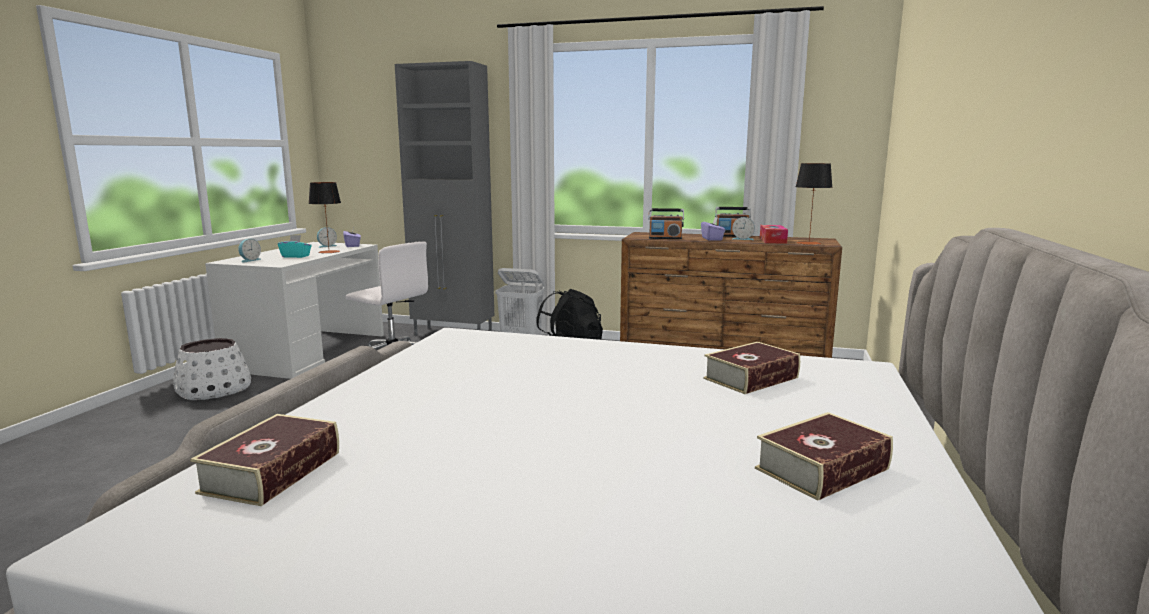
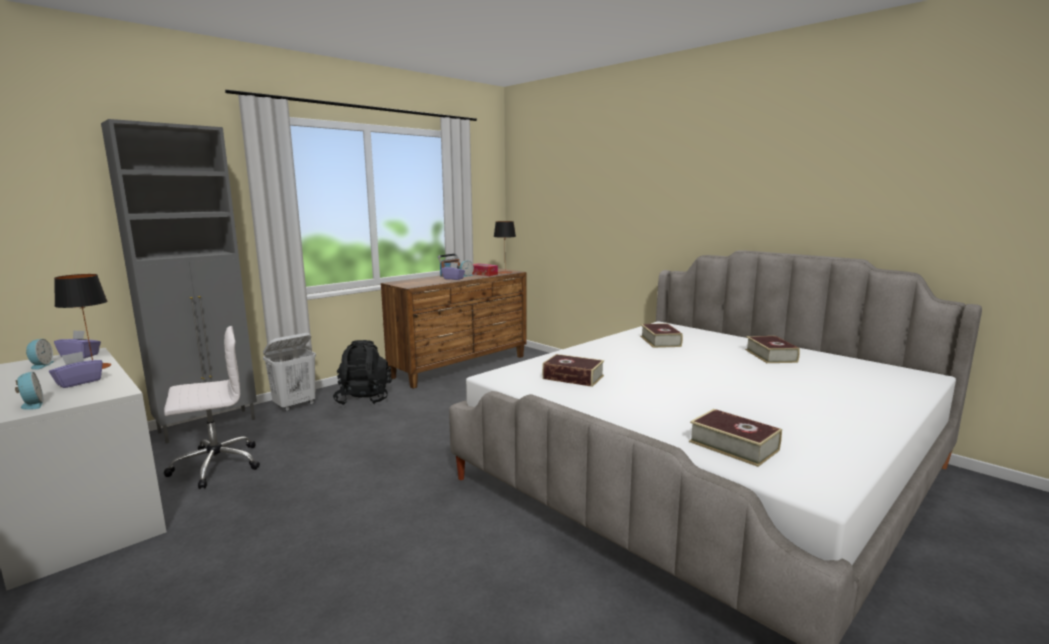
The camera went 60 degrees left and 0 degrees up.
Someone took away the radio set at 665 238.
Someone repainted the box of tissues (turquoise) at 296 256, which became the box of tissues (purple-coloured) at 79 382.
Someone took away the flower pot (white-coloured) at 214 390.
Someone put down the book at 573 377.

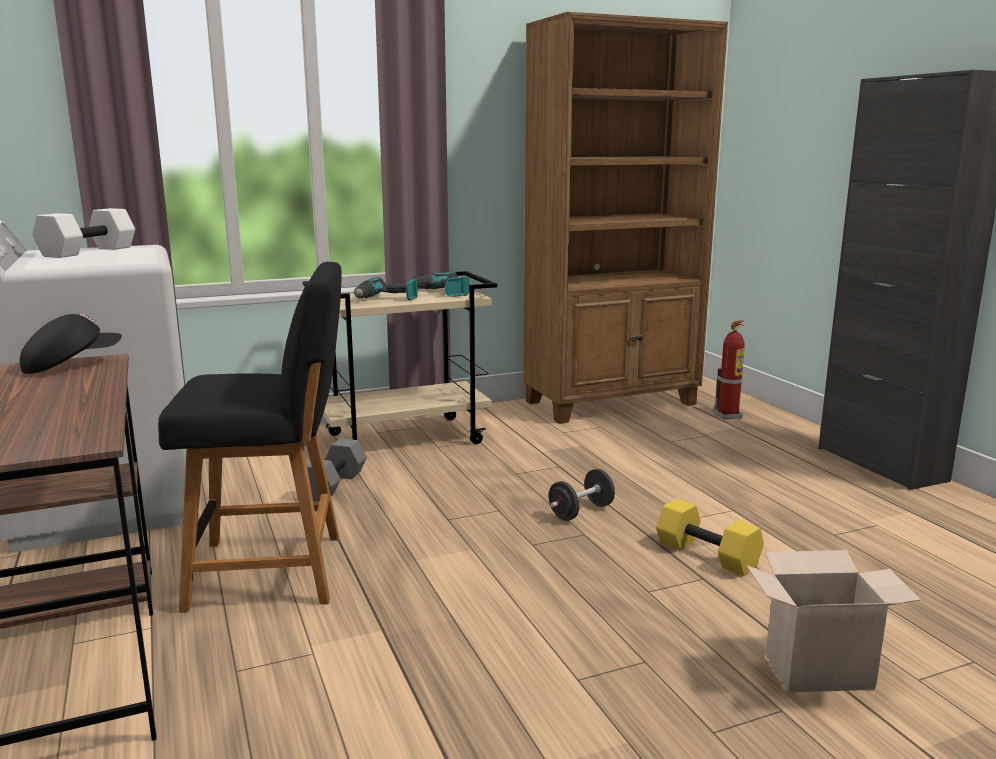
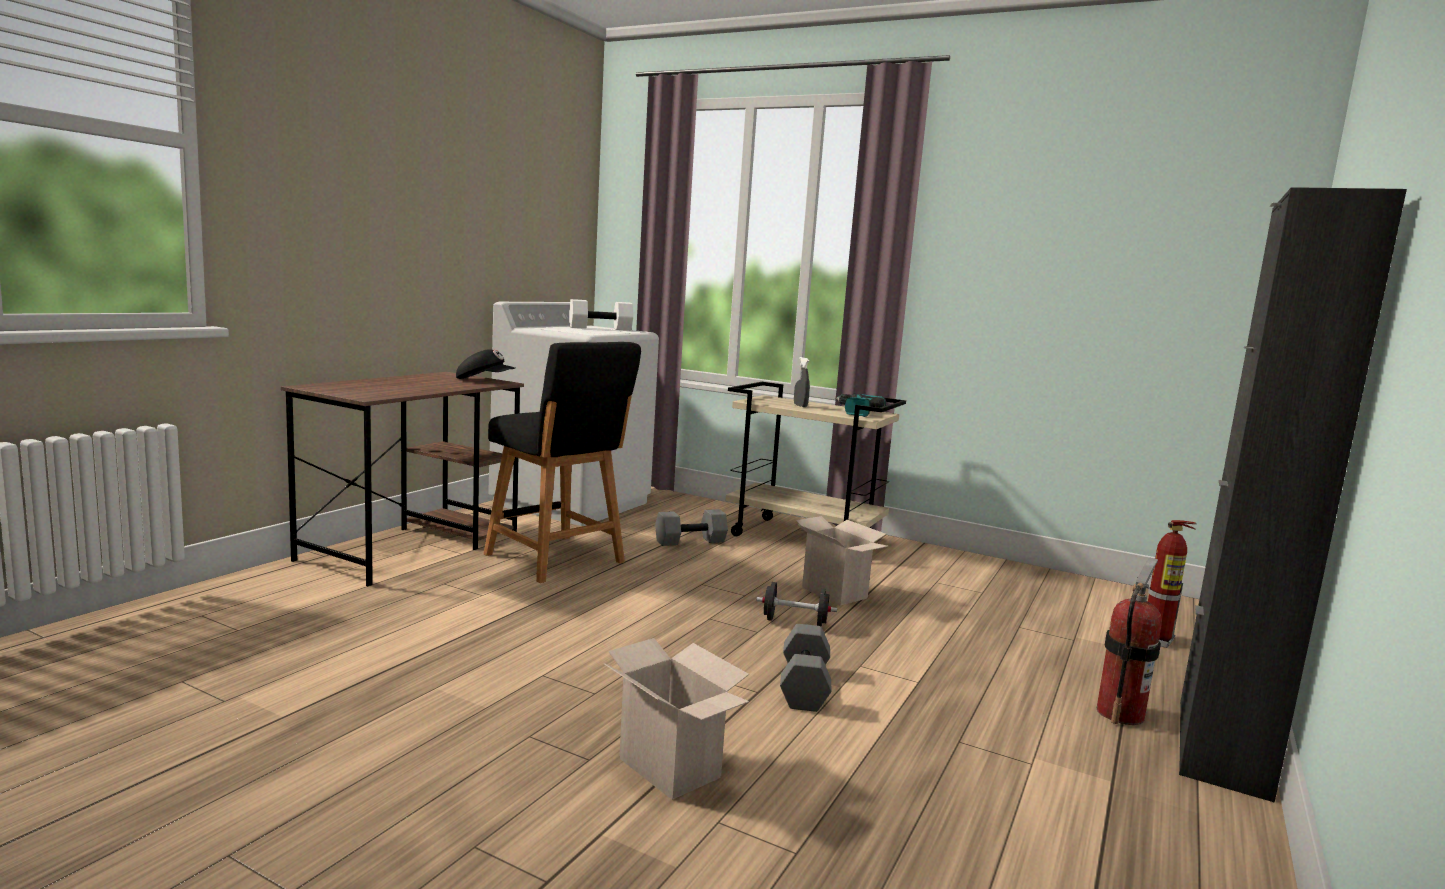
The camera went 50 degrees right and 5 degrees down.
Someone took away the bookshelf (brownish) at 612 403.
Someone swapped the drill at 386 299 for the sprayer (greyish) at 800 406.
Someone repainted the free weight (yellow-coloured) at 708 555, which became the free weight (greyish) at 806 687.
Someone put down the cardboard box at 837 593.
Someone put down the fire extinguisher at 1120 713.

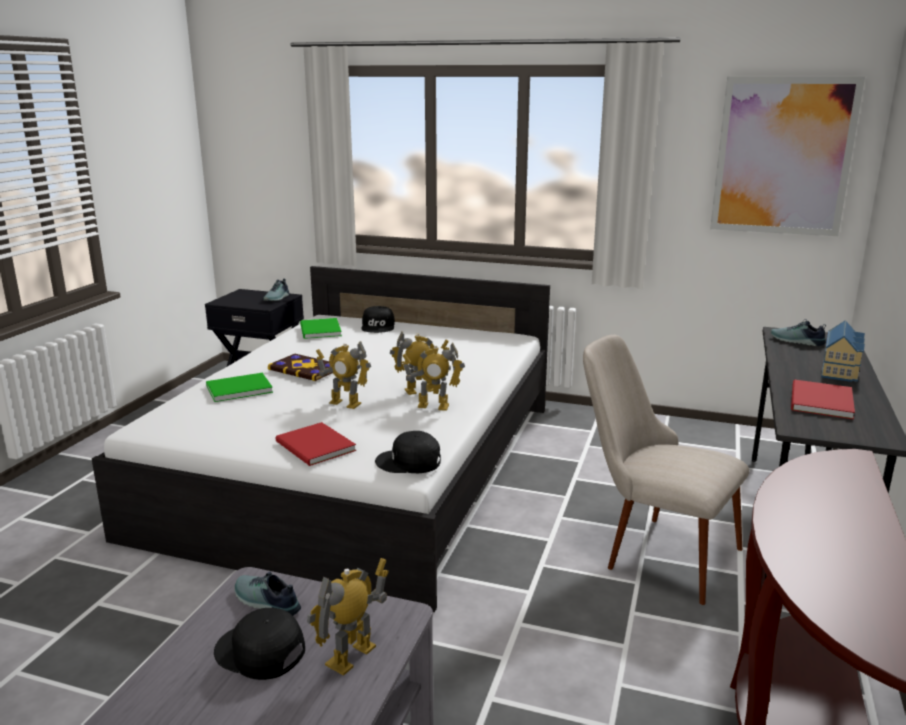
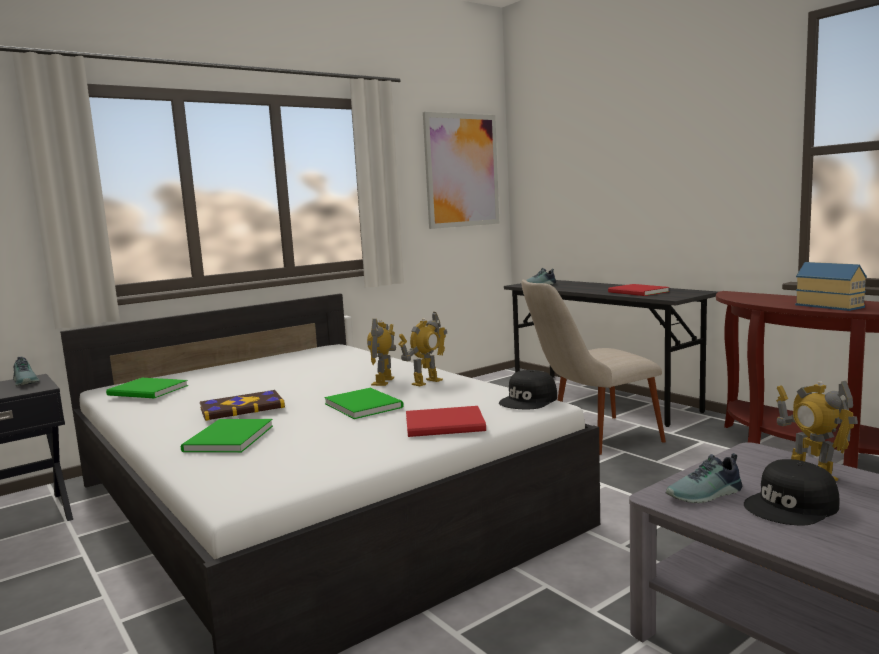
The camera went 55 degrees left and 10 degrees down.
Someone took away the cap (blackish) at 378 326.
Someone carried the model house from 841 370 to 830 305.
Someone swapped the robot figure at 345 403 for the book (green) at 364 404.

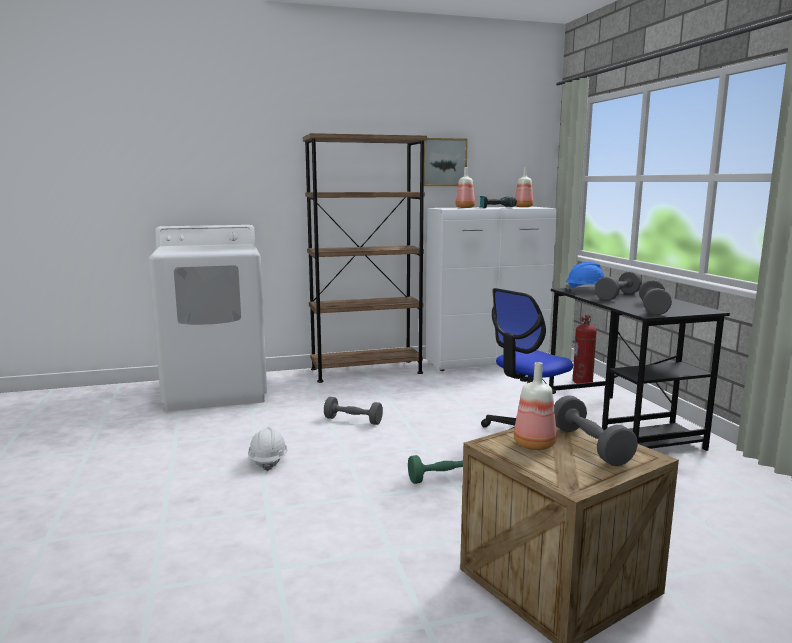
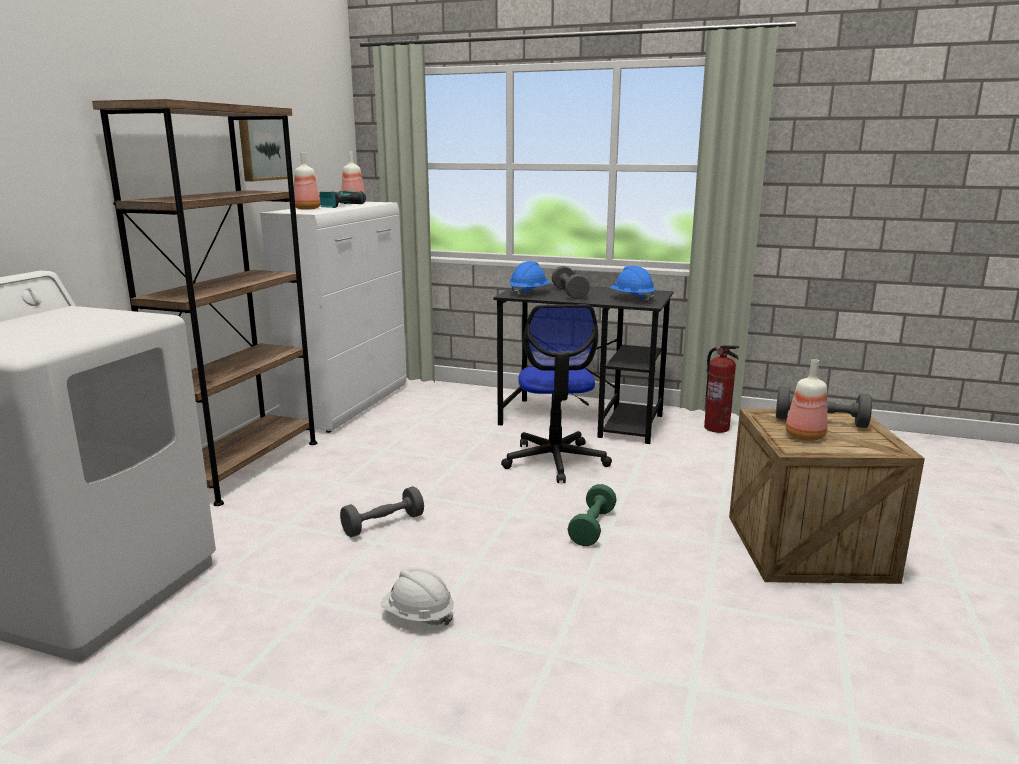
The camera went 55 degrees left and 5 degrees up.
Someone swapped the free weight (greyish) at 653 308 for the work helmet (bluish) at 631 299.
Someone carried the fire extinguisher from 583 381 to 717 428.

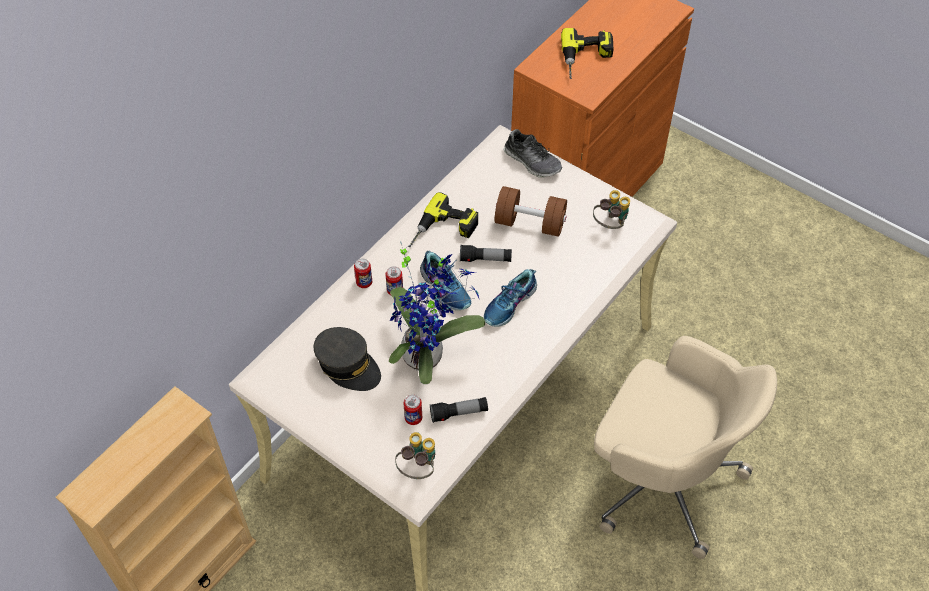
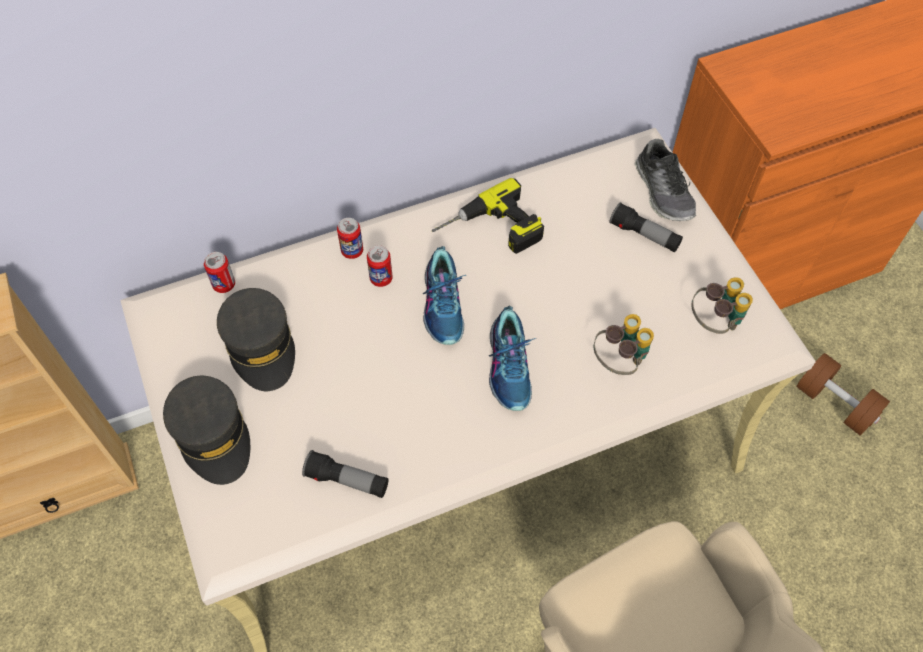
The camera went 30 degrees right and 5 degrees up.
Someone took away the drill at 586 59.
Someone carried the free weight (brownish) from 530 223 to 835 403.
Someone took away the houseplant at 427 354.
Someone carried the flashlight from 485 259 to 644 235.
Someone rotated the item of footwear at 510 305 by 75 degrees counterclockwise.
Someone carried the sealed can from 413 418 to 224 285.
Someone carried the binoculars from 418 468 to 619 361.
Someone put down the cap (greyish) at 213 435.

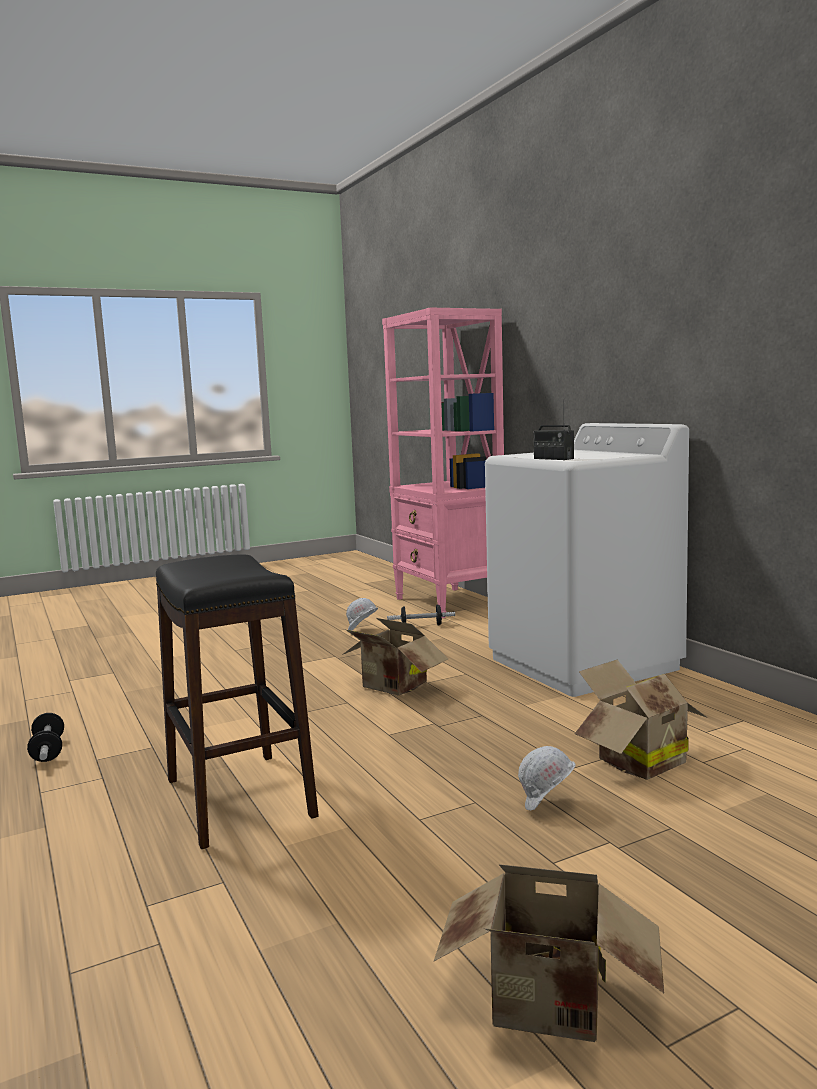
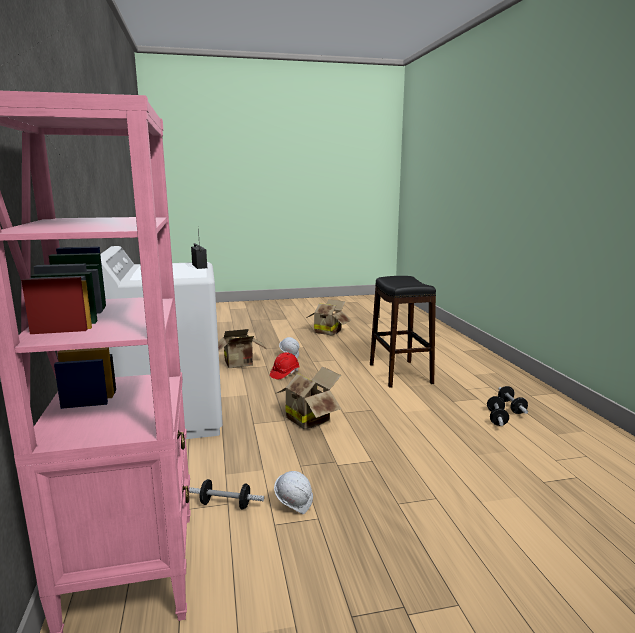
The camera went 165 degrees left and 5 degrees up.
Someone put down the work helmet (reddish) at 284 374.
Someone put down the free weight at 496 418.

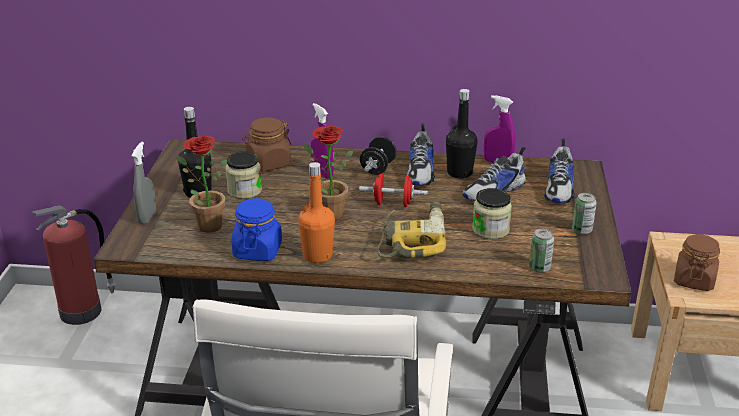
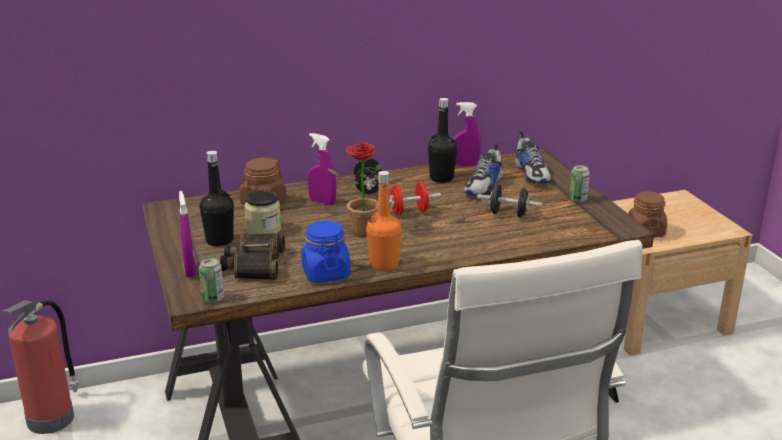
The camera went 25 degrees left and 5 degrees down.
Someone took away the item of footwear at 421 172.
Someone swapped the houseplant at 205 225 for the binoculars at 254 264.
Someone repainted the sprayer (greyish) at 147 217, which became the sprayer (purple-coloured) at 189 271.
Someone swapped the preserve jar at 490 230 for the free weight (blackish) at 508 214.
Someone took away the drill at 412 239.
Someone carried the sealed can from 539 268 to 213 298.

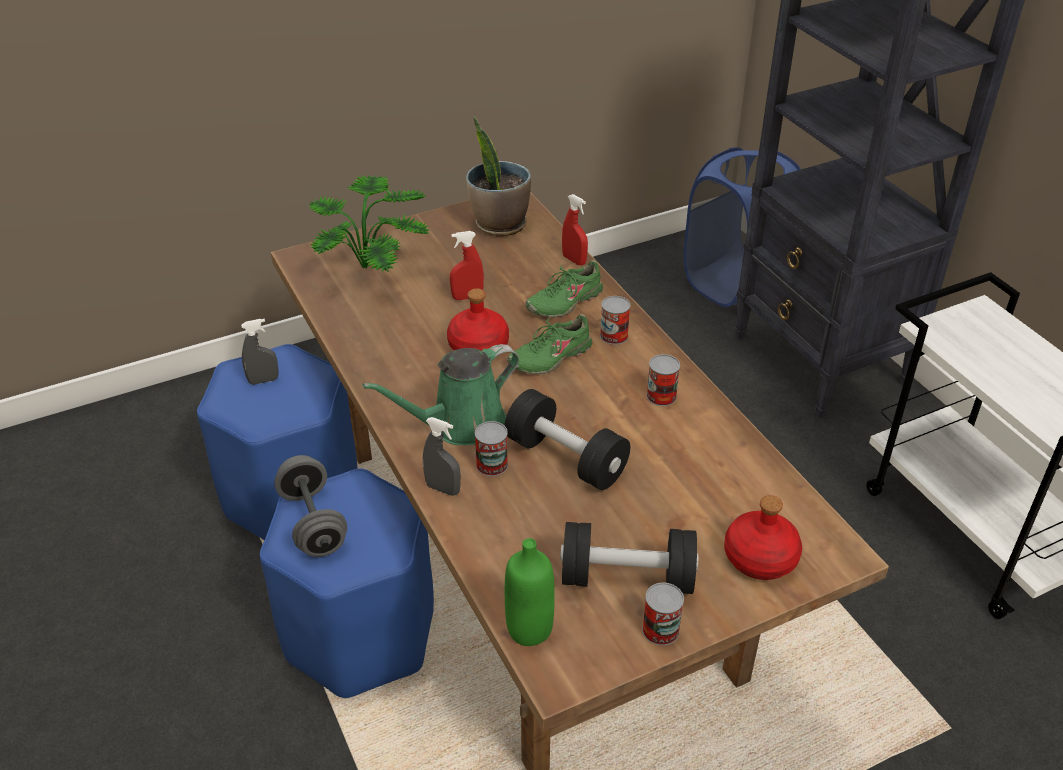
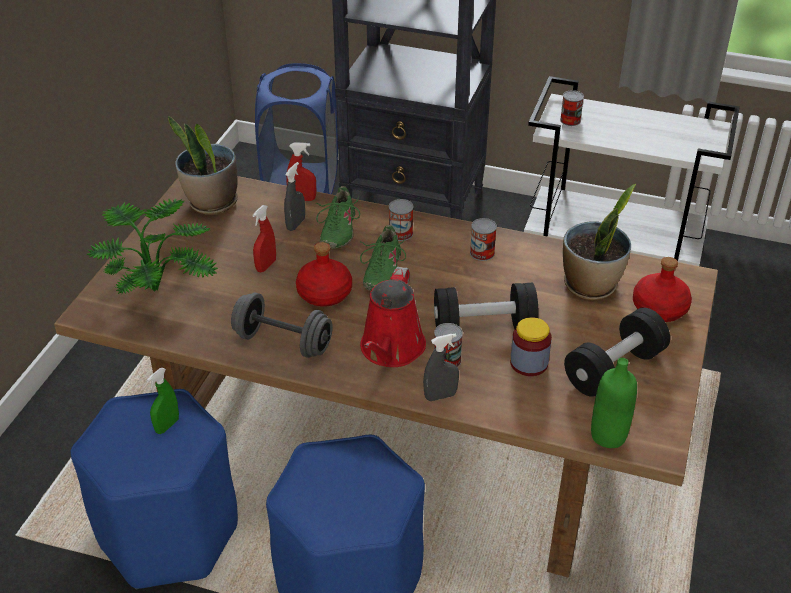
The camera went 45 degrees left and 0 degrees up.
Someone carried the sprayer (greyish) from 263 380 to 295 224.
Someone repainted the sprinkling can (green) at 461 425, which became the sprinkling can (reddish) at 391 350.
Someone carried the free weight (greyish) from 313 523 to 283 342.
Someone carried the sealed can from 660 630 to 570 120.
Someone put down the houseplant at 590 286.
Someone put down the preserve jar at 529 363.
Someone put down the sprayer (green) at 167 425.

